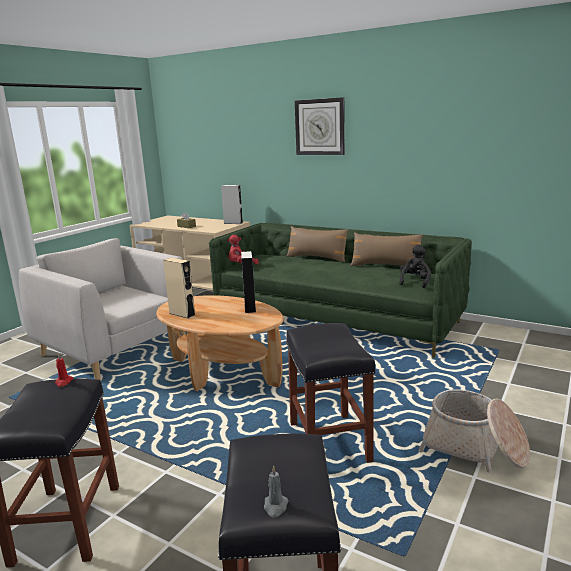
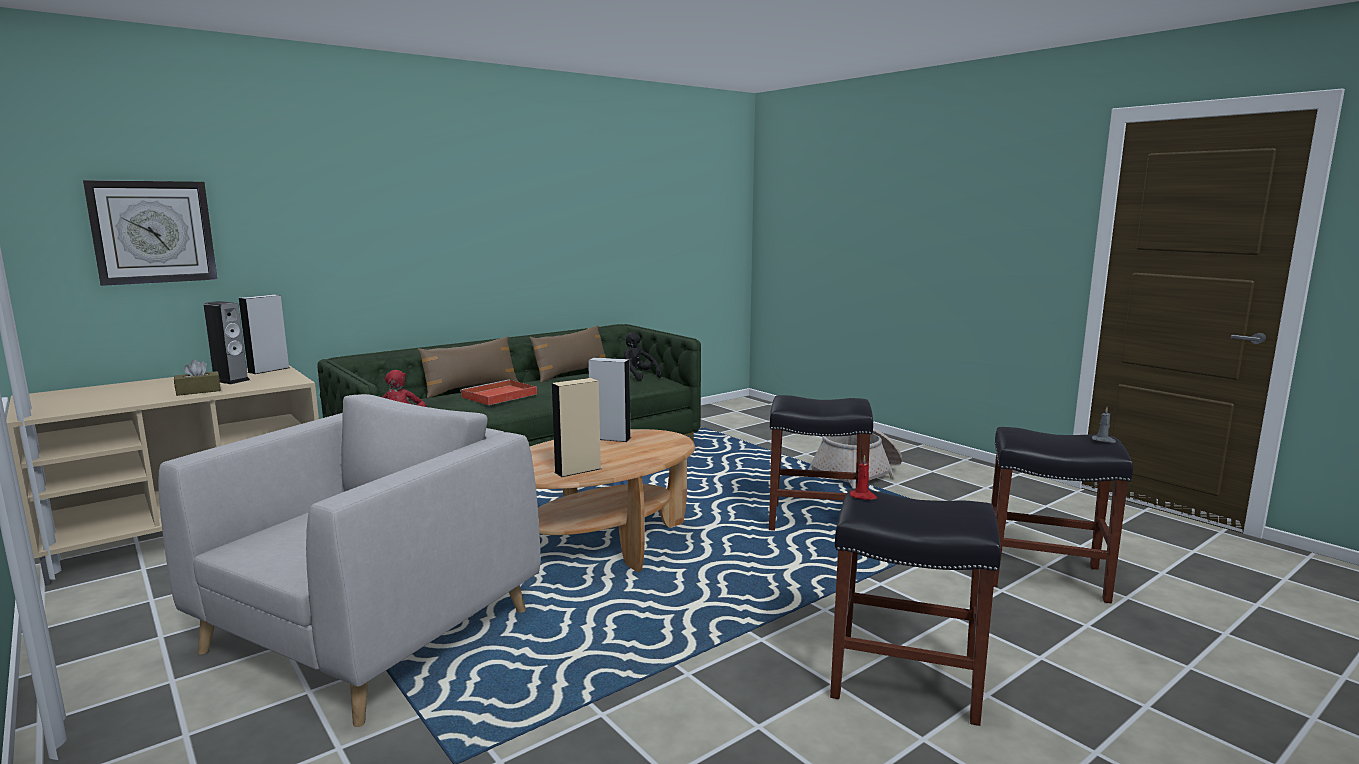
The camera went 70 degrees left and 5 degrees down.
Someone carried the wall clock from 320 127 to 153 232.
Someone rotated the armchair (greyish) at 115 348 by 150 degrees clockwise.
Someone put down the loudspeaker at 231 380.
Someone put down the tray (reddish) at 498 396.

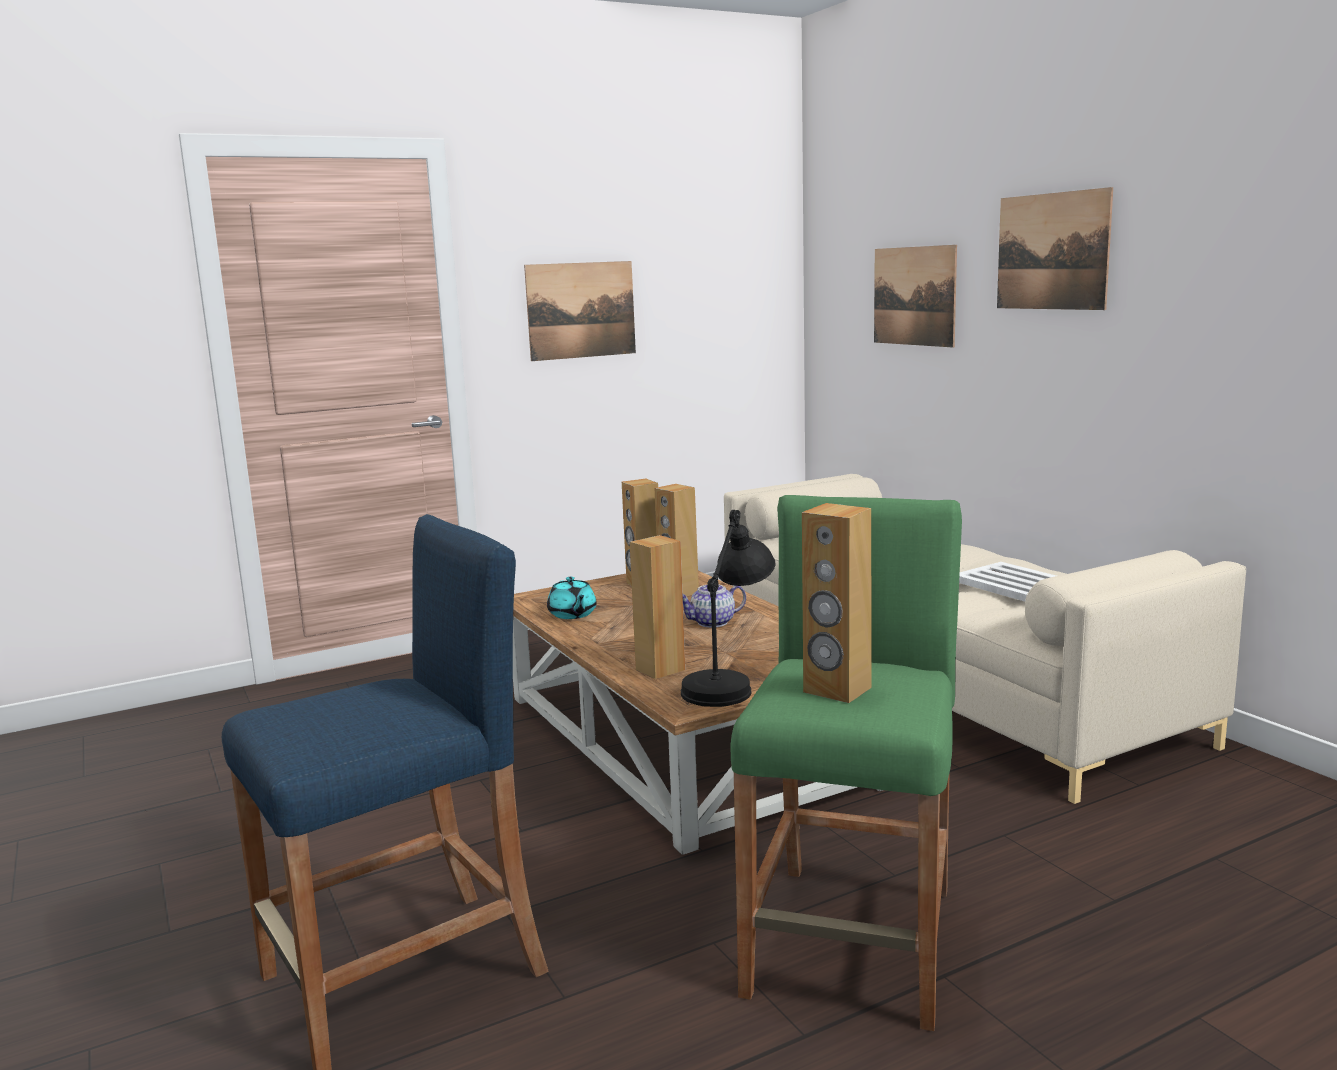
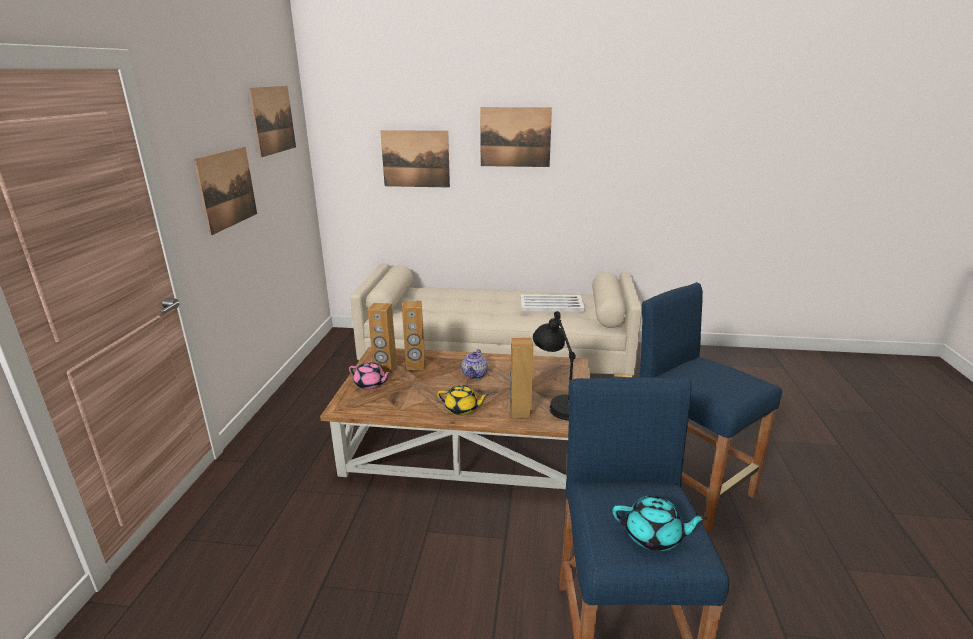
The camera went 55 degrees left and 10 degrees up.
Someone repainted the stool seat (green) at 853 940, which became the stool seat (bluish) at 686 484.
Someone took away the loudspeaker (brownish) at 837 690.
Someone carried the teapot (turquoise) from 572 614 to 654 536.
Someone put up the wall art at 273 120.
Someone put down the teapot (pink-coloured) at 370 384.
Someone put down the teapot (yellow-coloured) at 462 409.

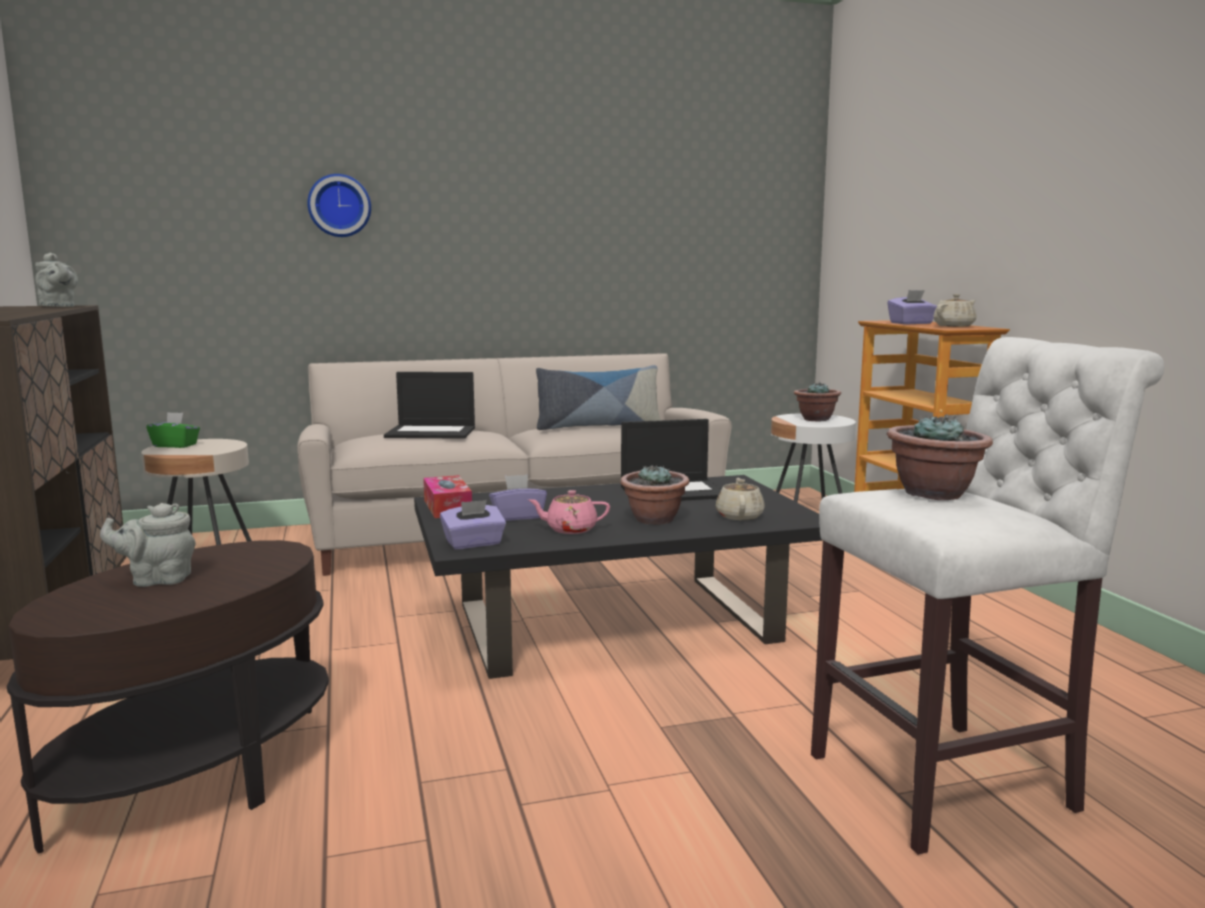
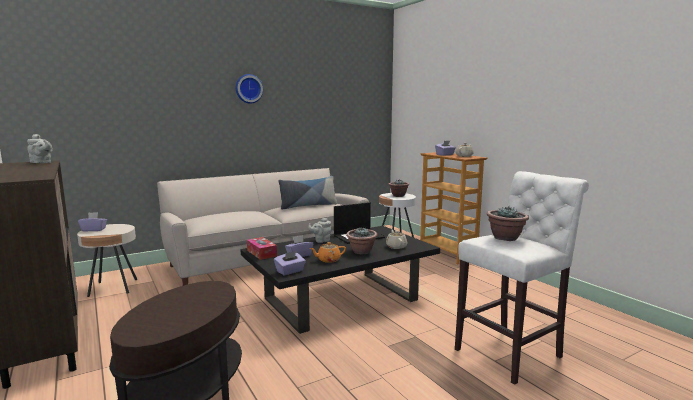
The camera went 15 degrees left and 0 degrees up.
Someone carried the wall clock from 339 206 to 248 89.
Someone took away the portable computer at 432 432.
Someone repainted the box of tissues (green) at 175 445, which became the box of tissues (purple-coloured) at 94 229.
Someone repainted the teapot (pink-coloured) at 570 529, which became the teapot (orange) at 328 260.
Someone carried the teapot (greyish) from 157 580 to 321 241.

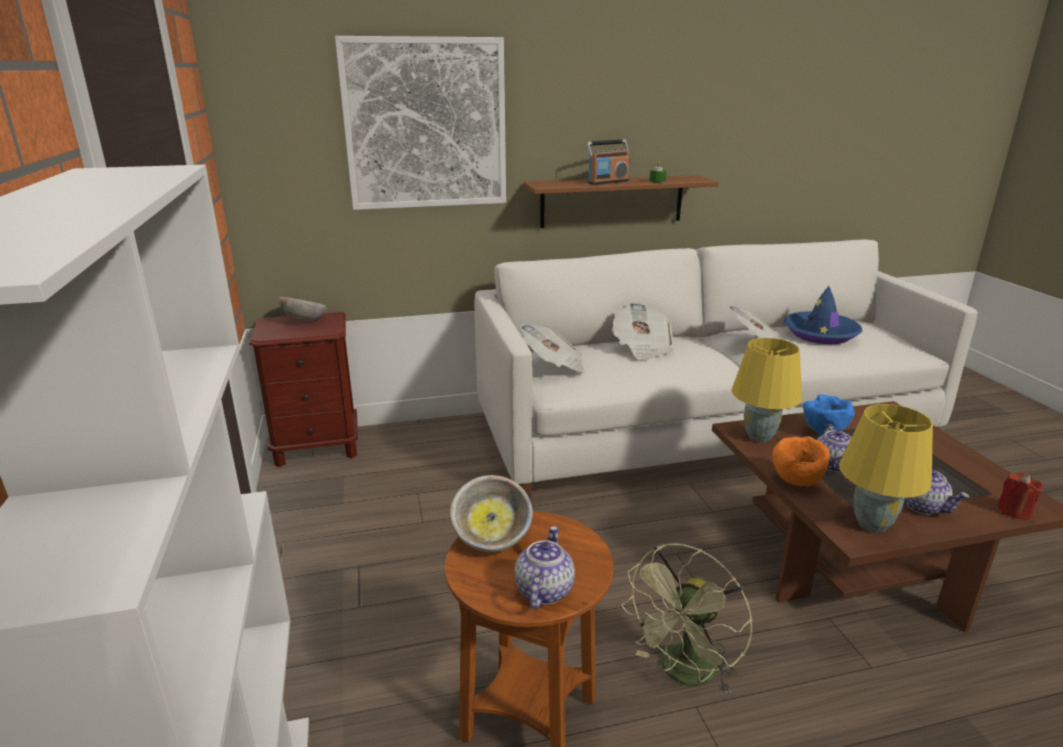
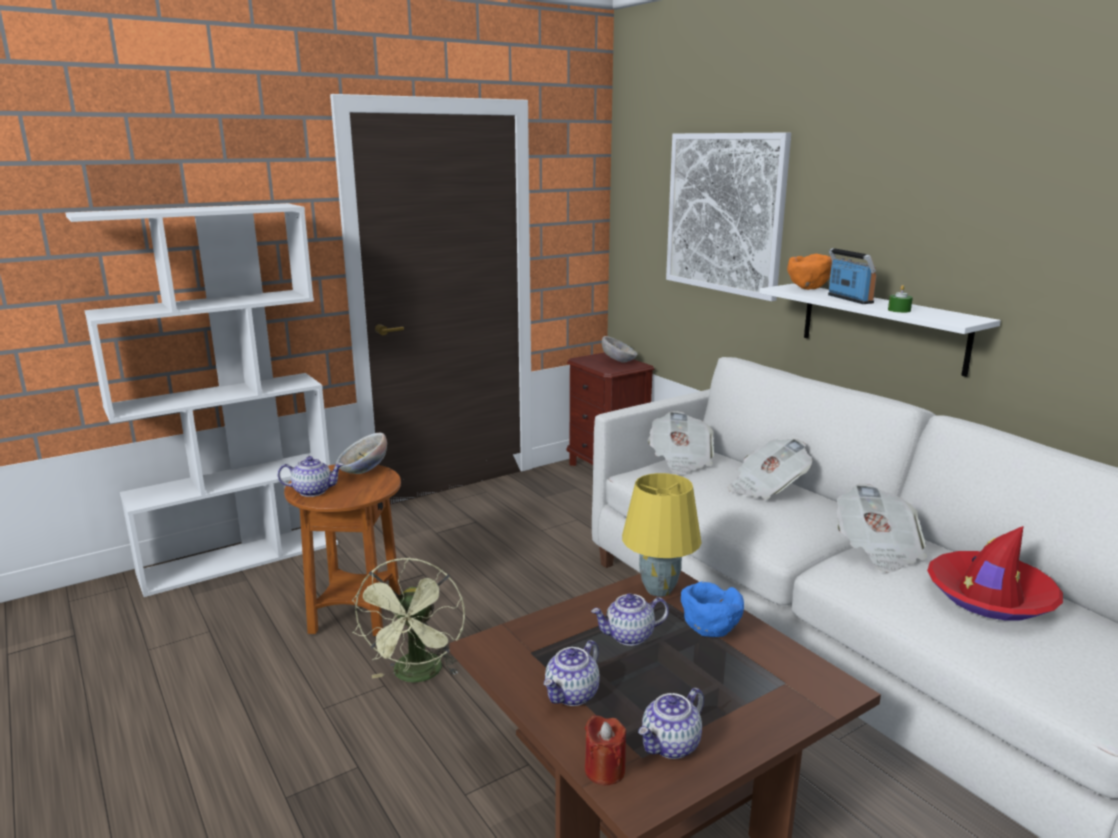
The camera went 70 degrees right and 5 degrees down.
Someone rotated the radio set at 608 182 by 150 degrees counterclockwise.
Someone repainted the bracket shelf (brownish) at 612 201, which became the bracket shelf (white-coloured) at 882 327.
Someone repainted the clothing hat (bluish) at 820 334, which became the clothing hat (reddish) at 990 596.
Someone took away the tabletop lamp (yellow-coloured) at 871 524.
Someone carried the deep dish (orange) from 797 482 to 808 289.
Someone rotated the electric fan (green) at 684 674 by 105 degrees counterclockwise.
Someone put down the teapot at 671 745.

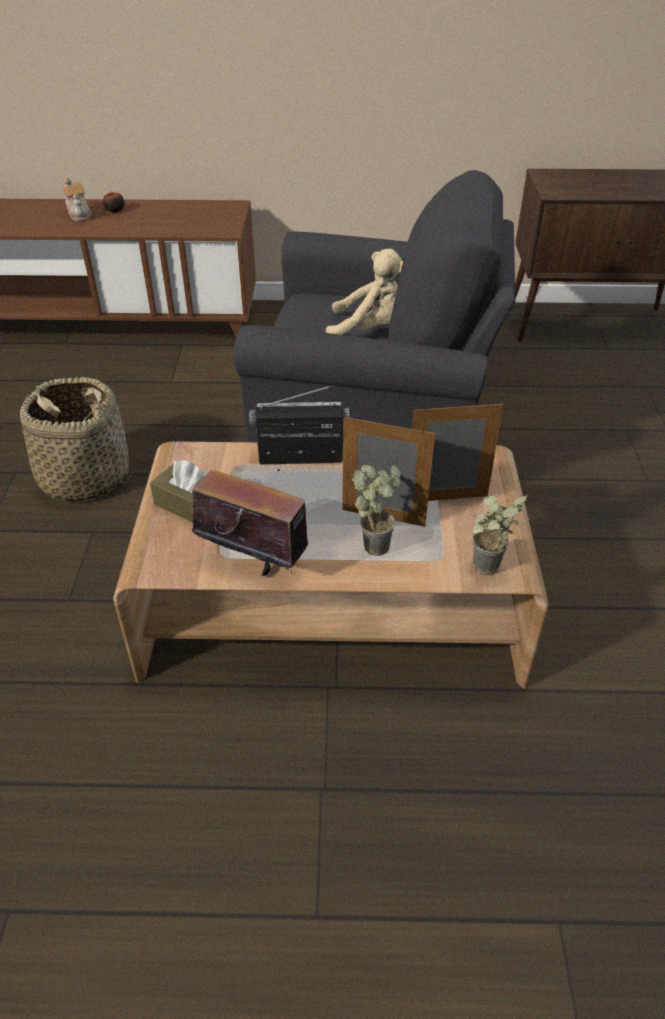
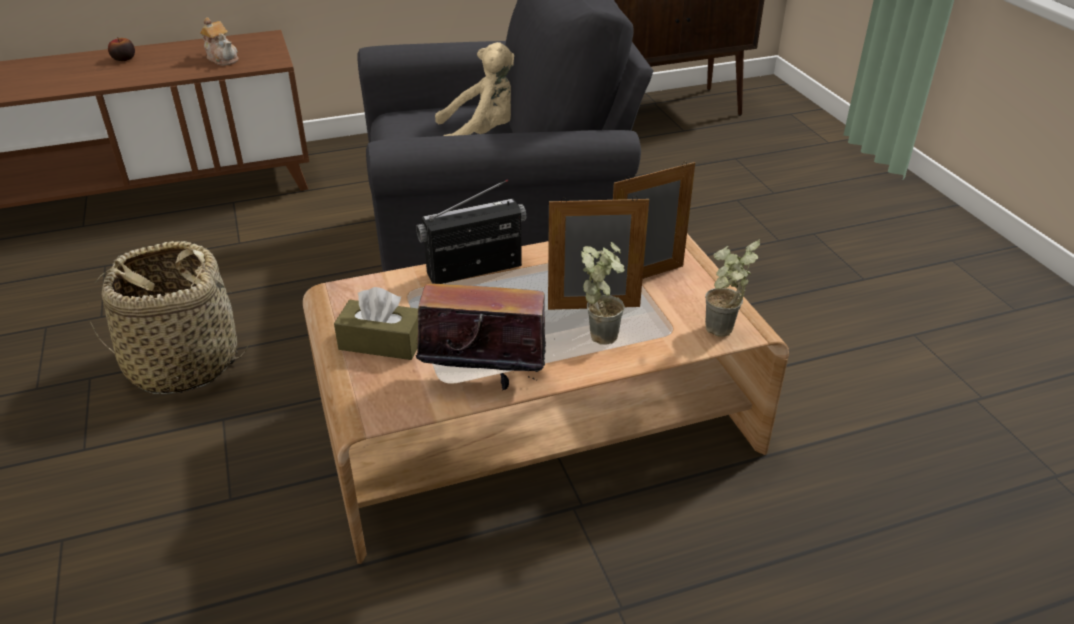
The camera went 20 degrees left and 5 degrees down.
Someone carried the teapot from 80 214 to 222 58.

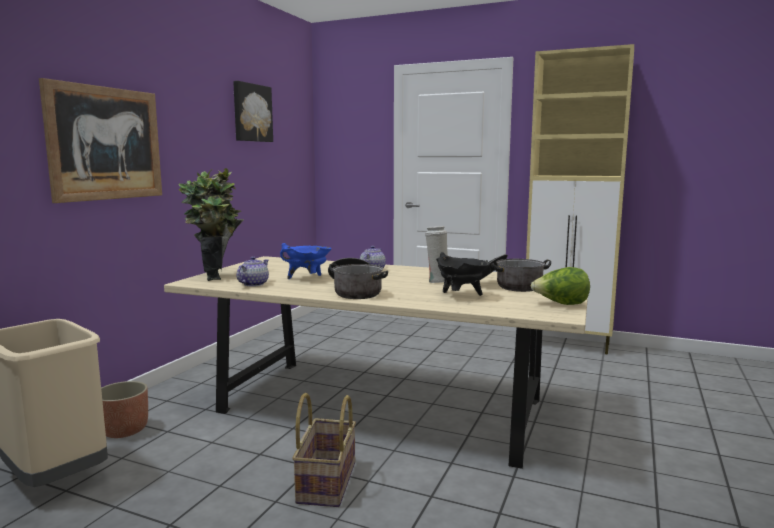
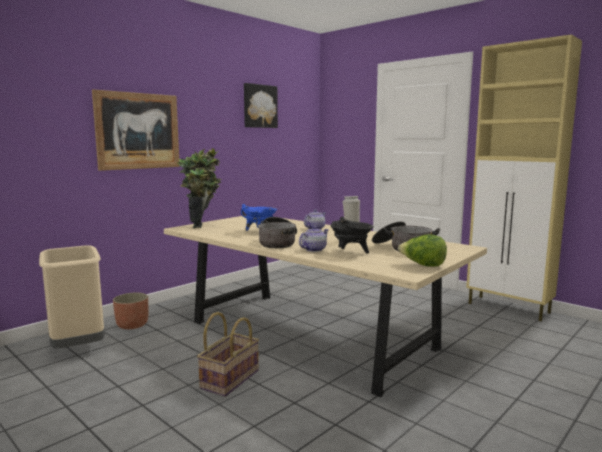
The camera went 20 degrees right and 0 degrees up.
Someone carried the teapot from 253 284 to 313 250.

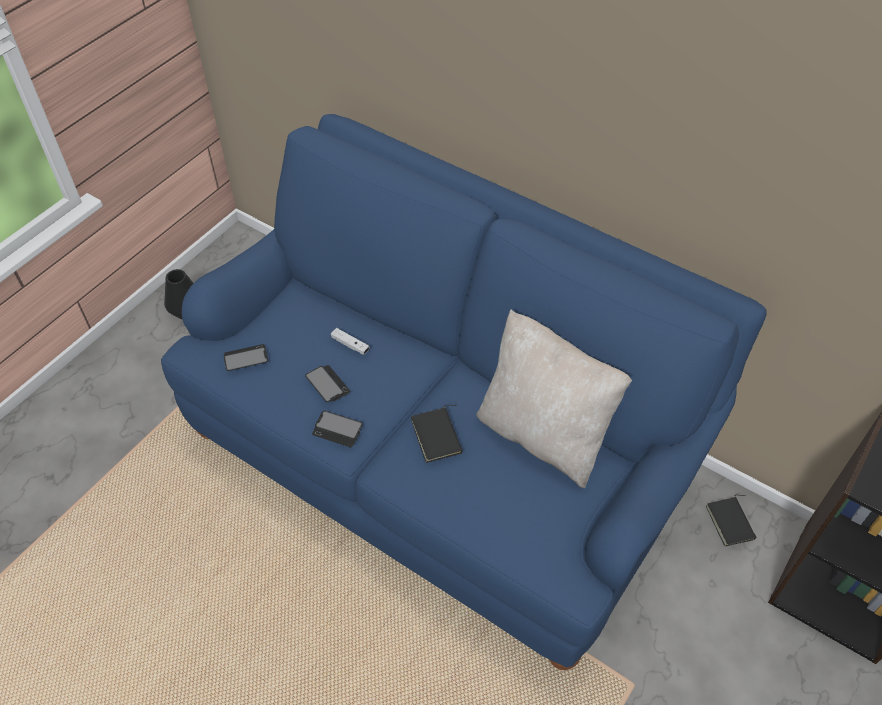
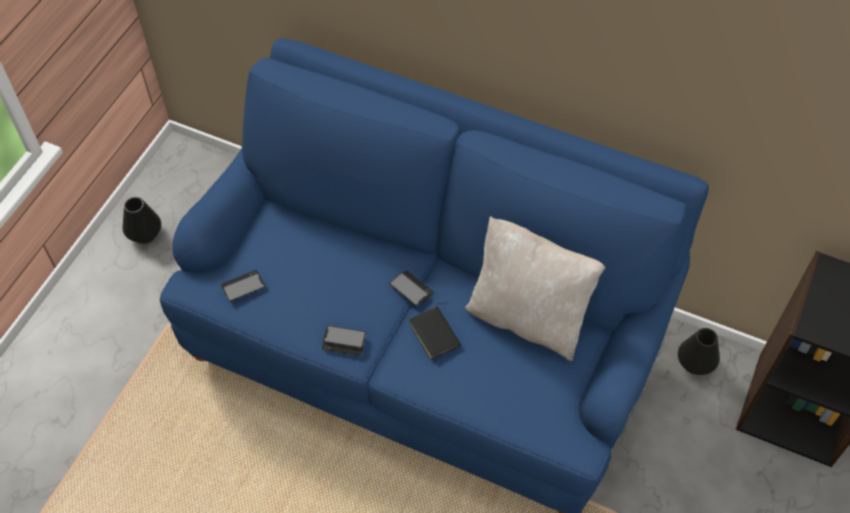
The camera went 10 degrees left and 5 degrees up.
Someone took away the game controller (white-coloured) at 350 345.
Someone carried the telephone from 327 384 to 411 288.
Someone swapped the book (blackish) at 731 522 for the vase (blackish) at 695 363.

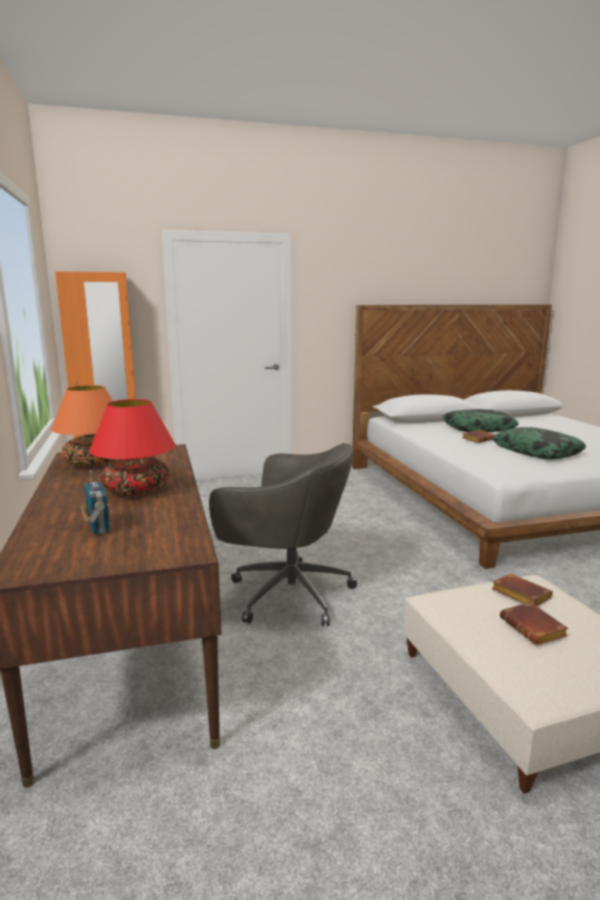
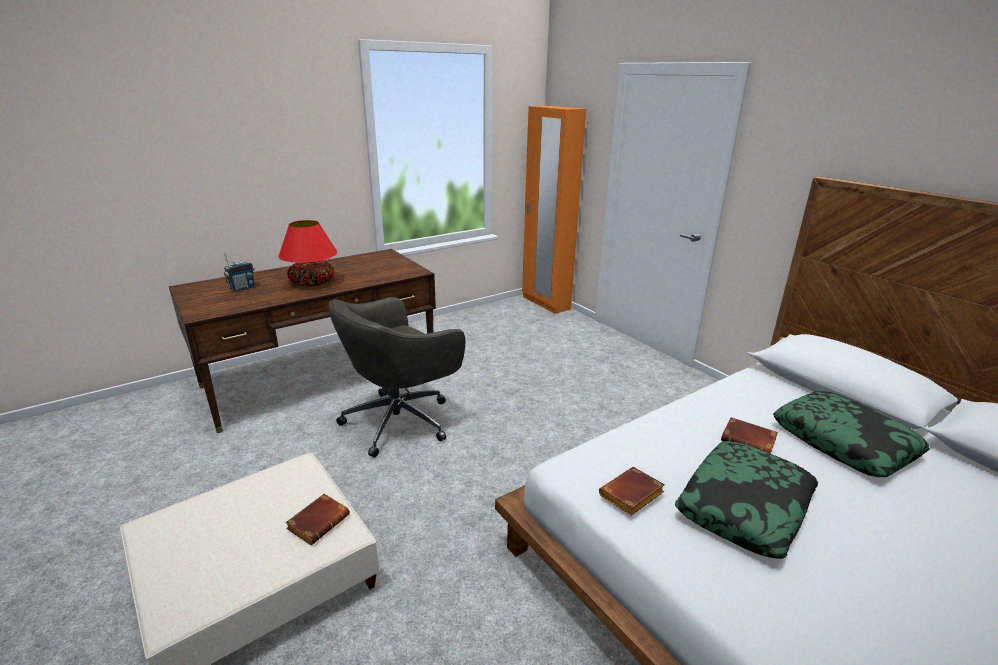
The camera went 70 degrees right and 10 degrees up.
Someone took away the tabletop lamp (orange) at 93 463.
Someone rotated the computer chair (greyish) at 287 593 by 45 degrees clockwise.
Someone carried the book (brownish) from 535 629 to 631 496.

